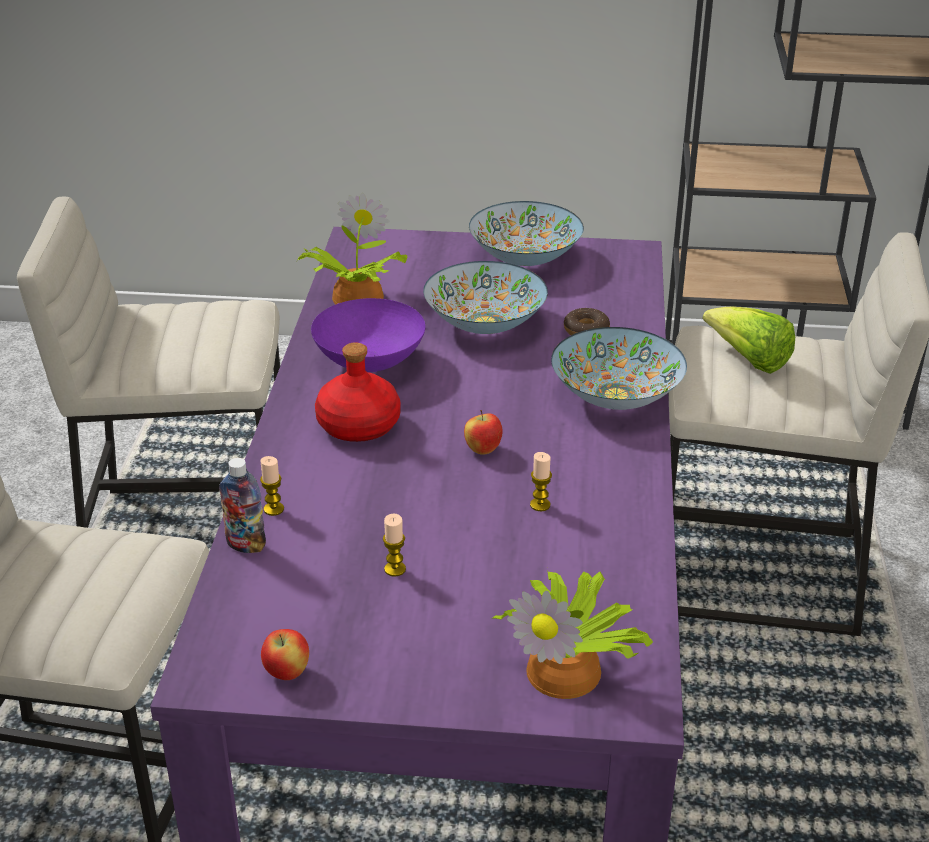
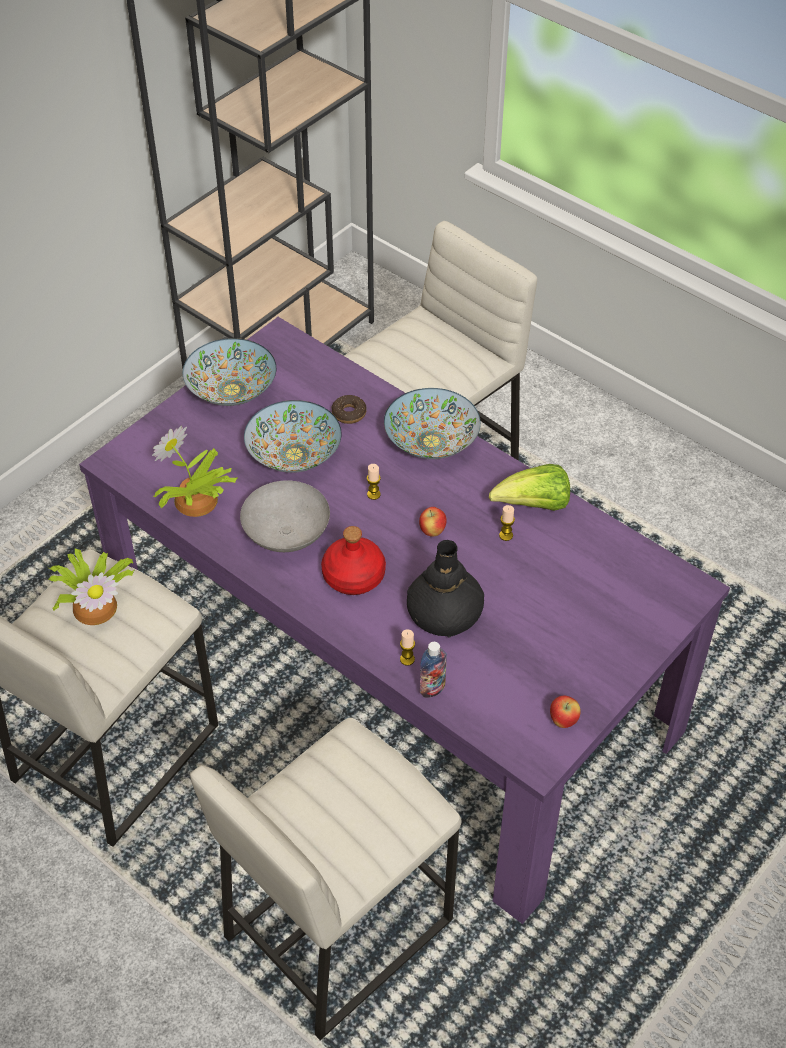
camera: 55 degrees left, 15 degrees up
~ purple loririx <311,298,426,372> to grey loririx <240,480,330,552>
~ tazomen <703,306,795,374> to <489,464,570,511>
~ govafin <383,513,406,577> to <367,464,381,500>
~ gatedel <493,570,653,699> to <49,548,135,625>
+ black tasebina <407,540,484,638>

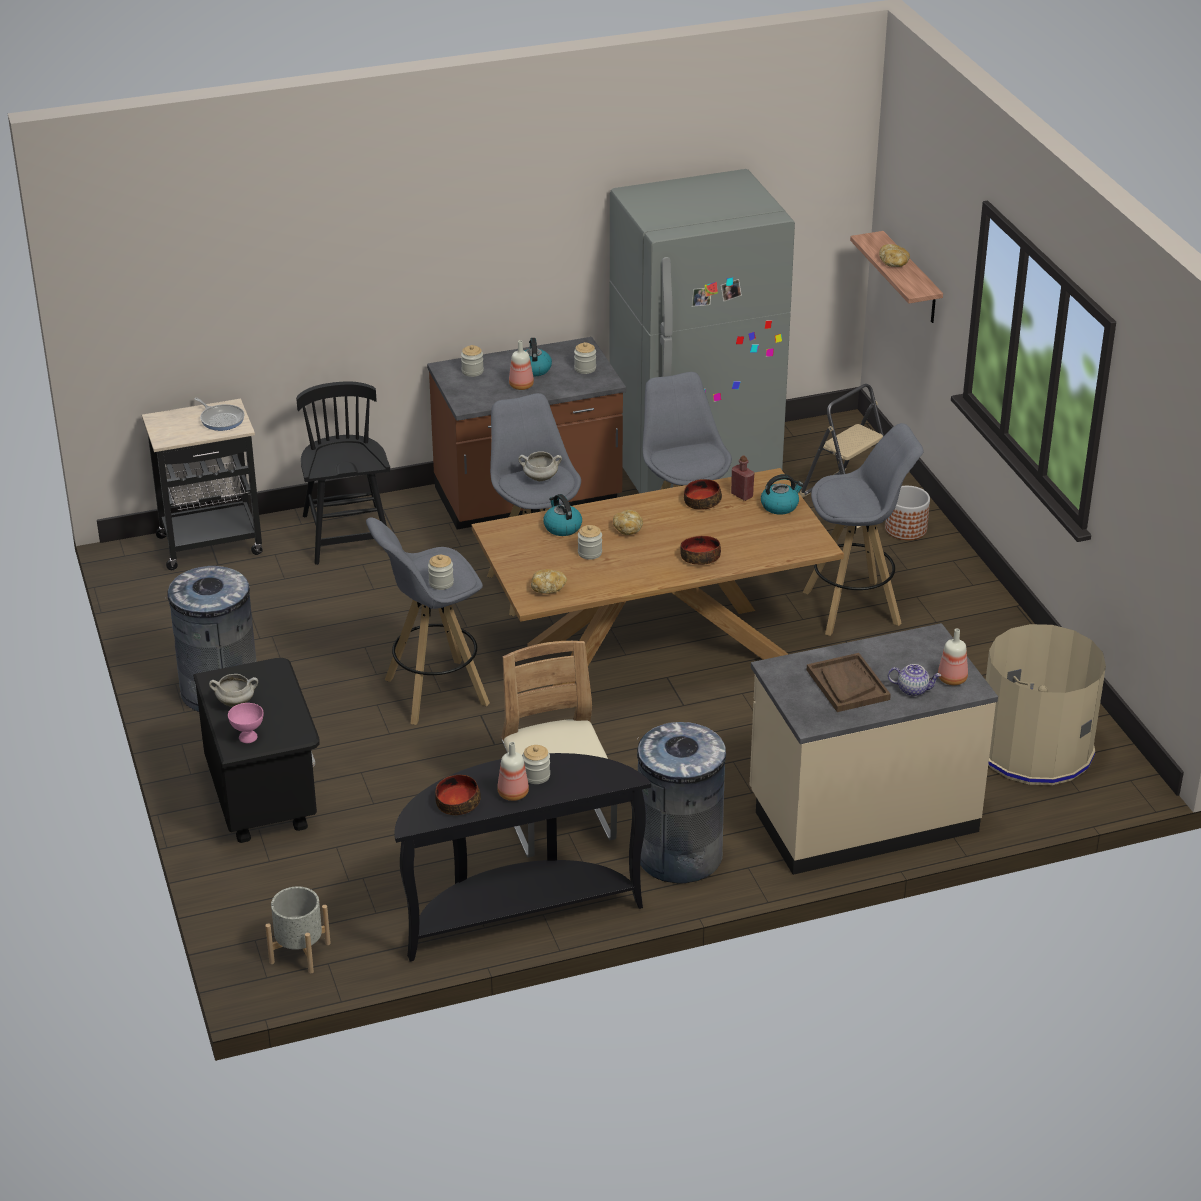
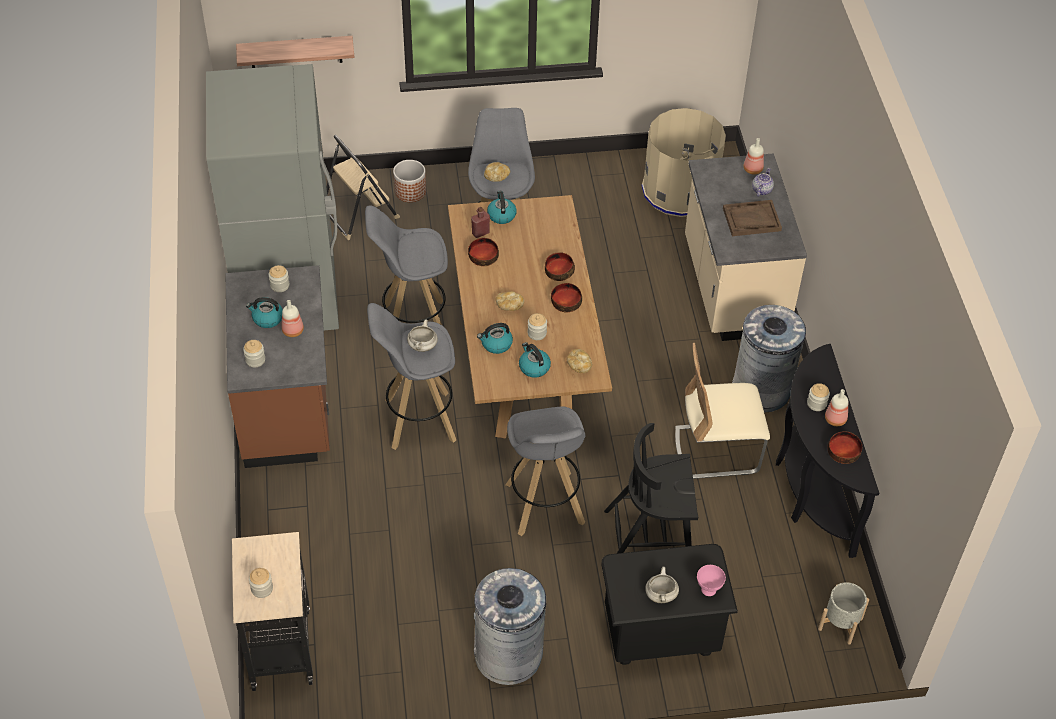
camera: 80 degrees left, 15 degrees up
~ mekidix <879,244,910,267> to <484,162,510,182>
~ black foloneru <296,381,390,565> to <604,423,698,553>
- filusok <195,398,244,431>
~ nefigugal <428,555,454,590> to <249,568,273,598>
+ loririx <551,283,582,312>
+ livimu <519,342,551,378>

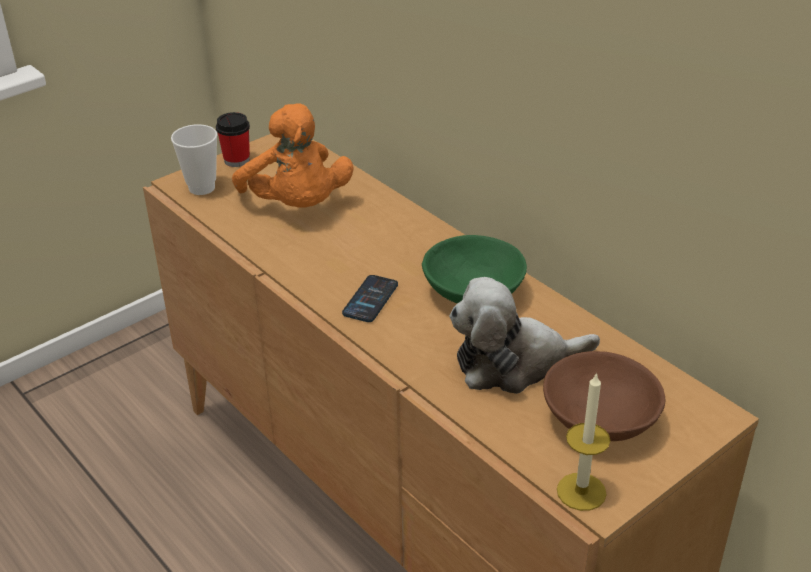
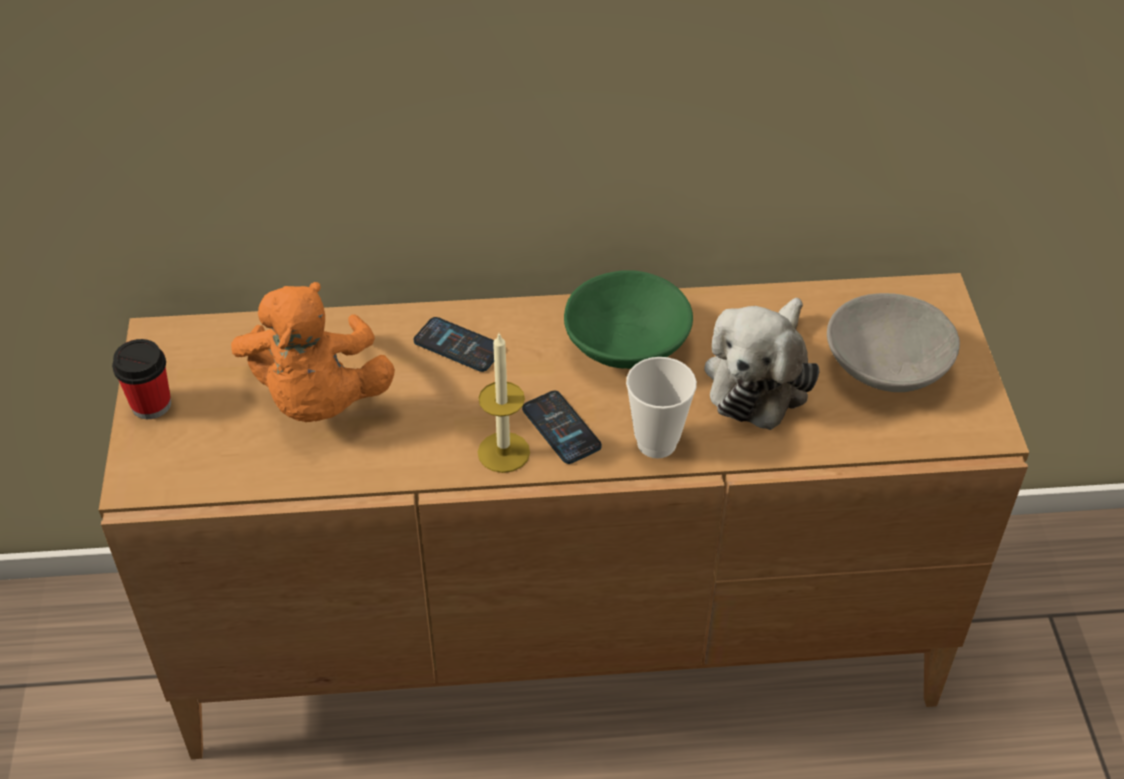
camera: 55 degrees left, 10 degrees up
~ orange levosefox <232,103,354,208> = <231,282,395,422> 75 degrees clockwise
~ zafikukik <171,124,217,195> to <626,357,697,458>
~ brown loririx <543,351,665,441> to grey loririx <827,293,960,392>
~ govafin <557,372,610,511> to <478,334,530,473>
+ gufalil <414,317,494,372>

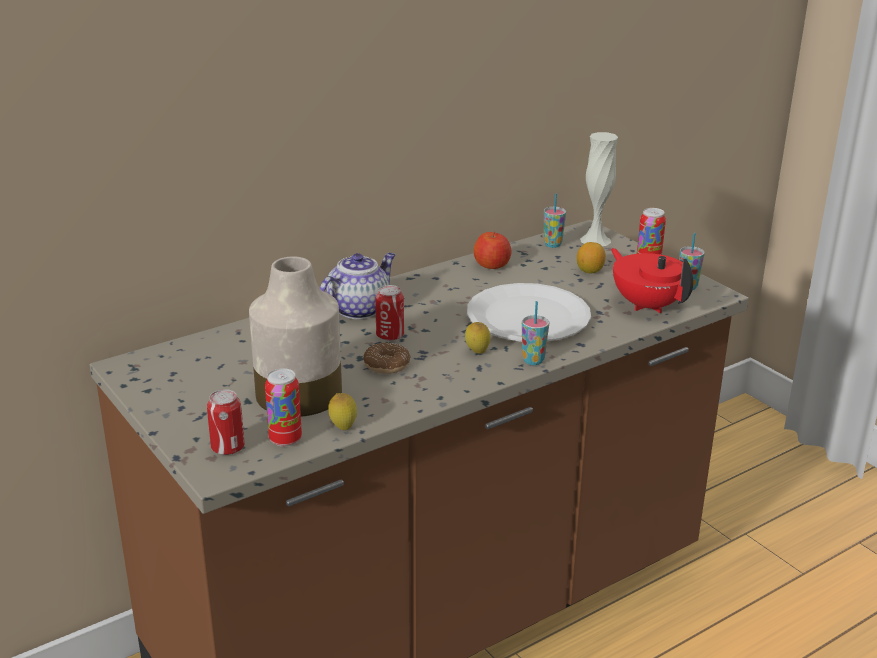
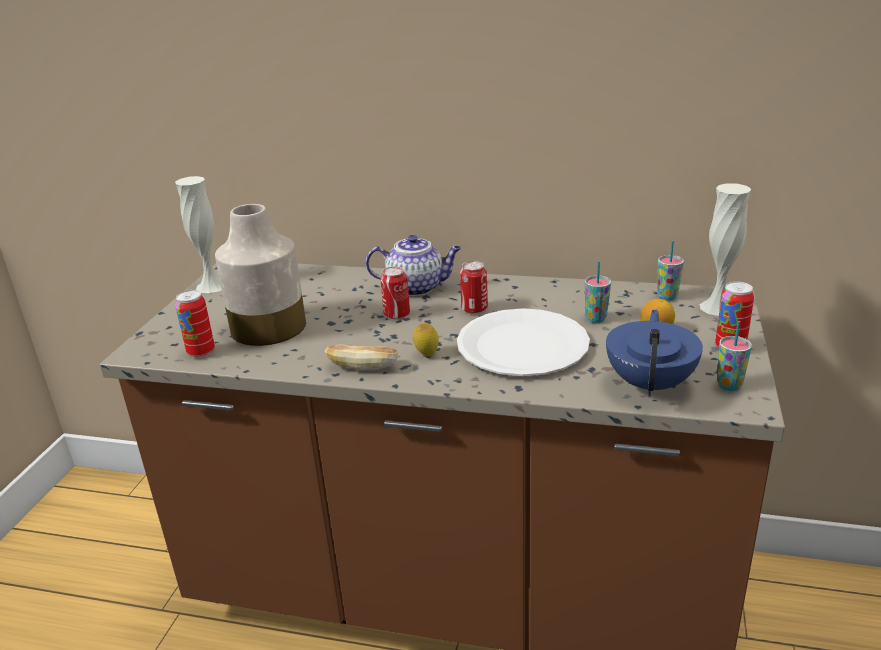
camera: 50 degrees right, 0 degrees up
- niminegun <473,231,512,269>
~ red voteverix <611,248,693,313> to blue voteverix <606,309,703,397>
~ zafikukik <522,301,549,365> to <585,261,611,323>
- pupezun <363,343,410,374>
~ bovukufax <207,389,245,455> to <460,261,488,314>
- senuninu <328,393,357,430>
+ white tasebina <175,176,222,293>
+ mekidix <325,344,398,370>

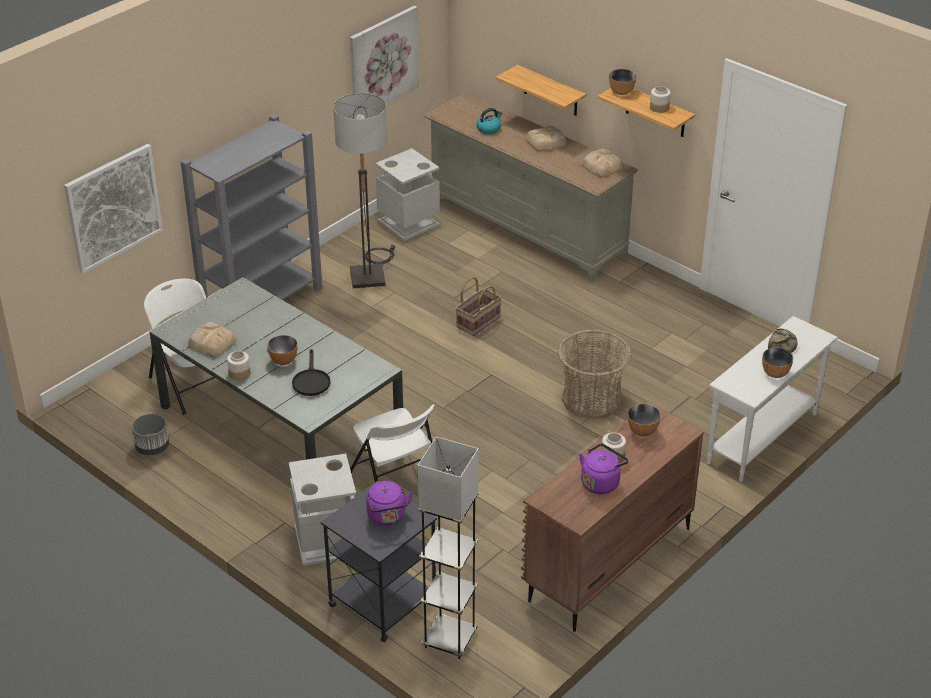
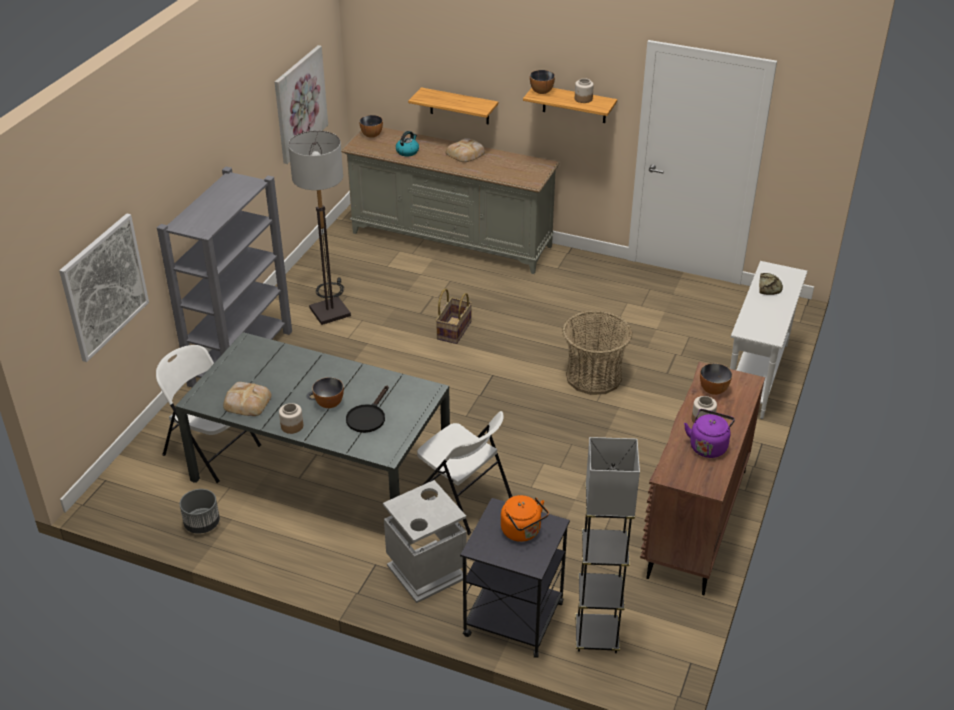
camera: 20 degrees left, 0 degrees up
- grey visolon <375,148,440,241>
- mekidix <582,149,624,177>
~ loririx <762,348,793,378> to <359,115,383,138>
~ black filusok <292,349,331,396> = <346,385,389,433> 45 degrees clockwise
~ purple livimu <366,481,413,525> to orange livimu <501,495,549,542>

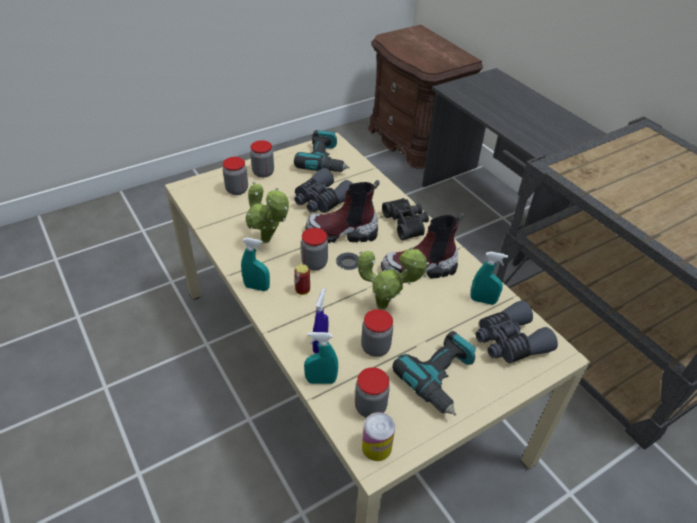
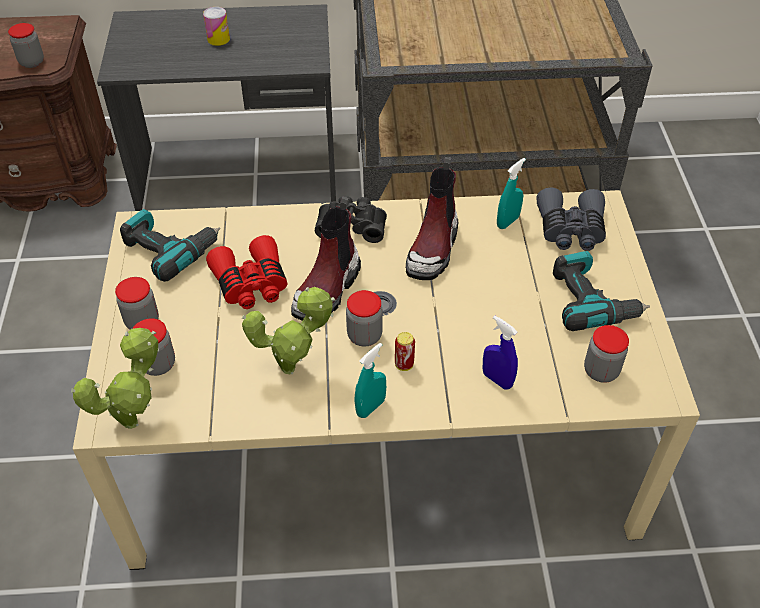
camera: 60 degrees left, 5 degrees up
~ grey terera <294,168,353,213> to red terera <206,235,288,309>
~ gatedel <358,247,430,310> to <71,328,159,429>
~ nefigugal <361,309,393,357> to <8,23,44,68>
- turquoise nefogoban <304,332,338,384>
~ bovukufax <362,412,395,461> to <203,7,230,46>

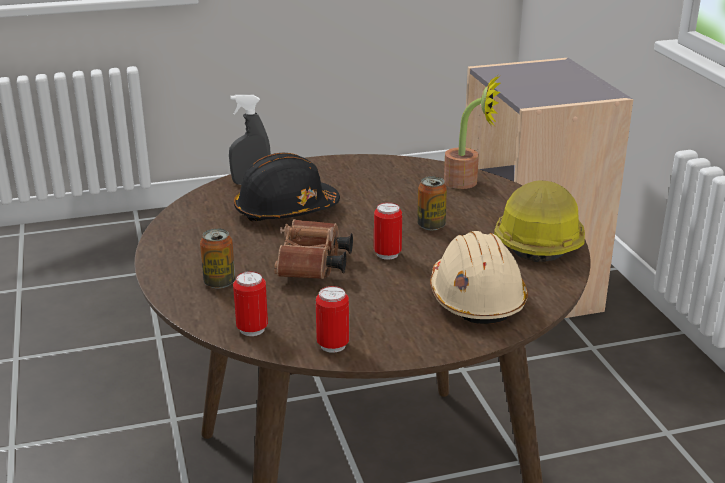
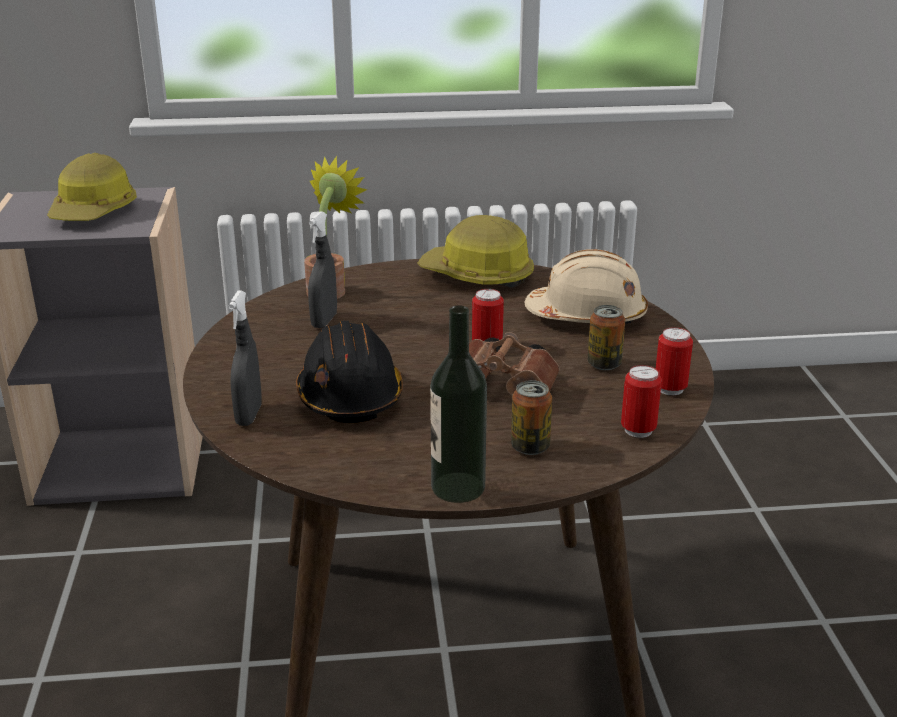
camera: 80 degrees left, 0 degrees up
~ bovukufax <417,176,447,230> to <588,305,625,370>
+ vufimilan <47,153,137,221>
+ grey nefogoban <308,211,337,328>
+ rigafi <430,305,487,503>

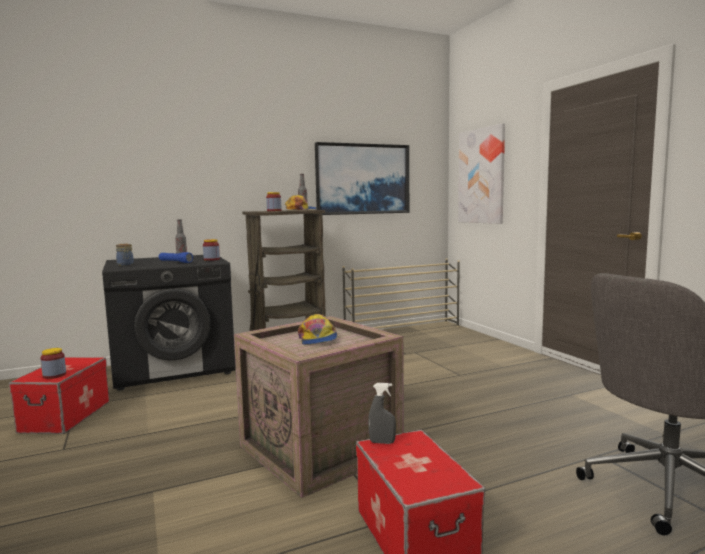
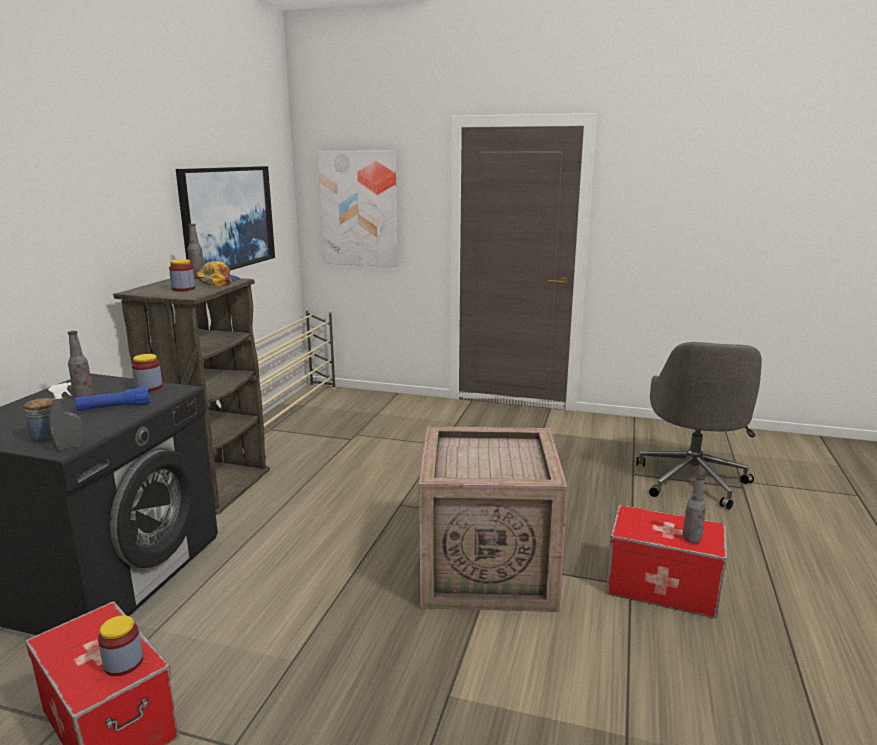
camera: 50 degrees left, 10 degrees up
- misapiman <298,314,337,345>
~ grey nefogoban <368,383,396,444> to <48,382,85,451>
+ rigafi <682,475,706,543>

